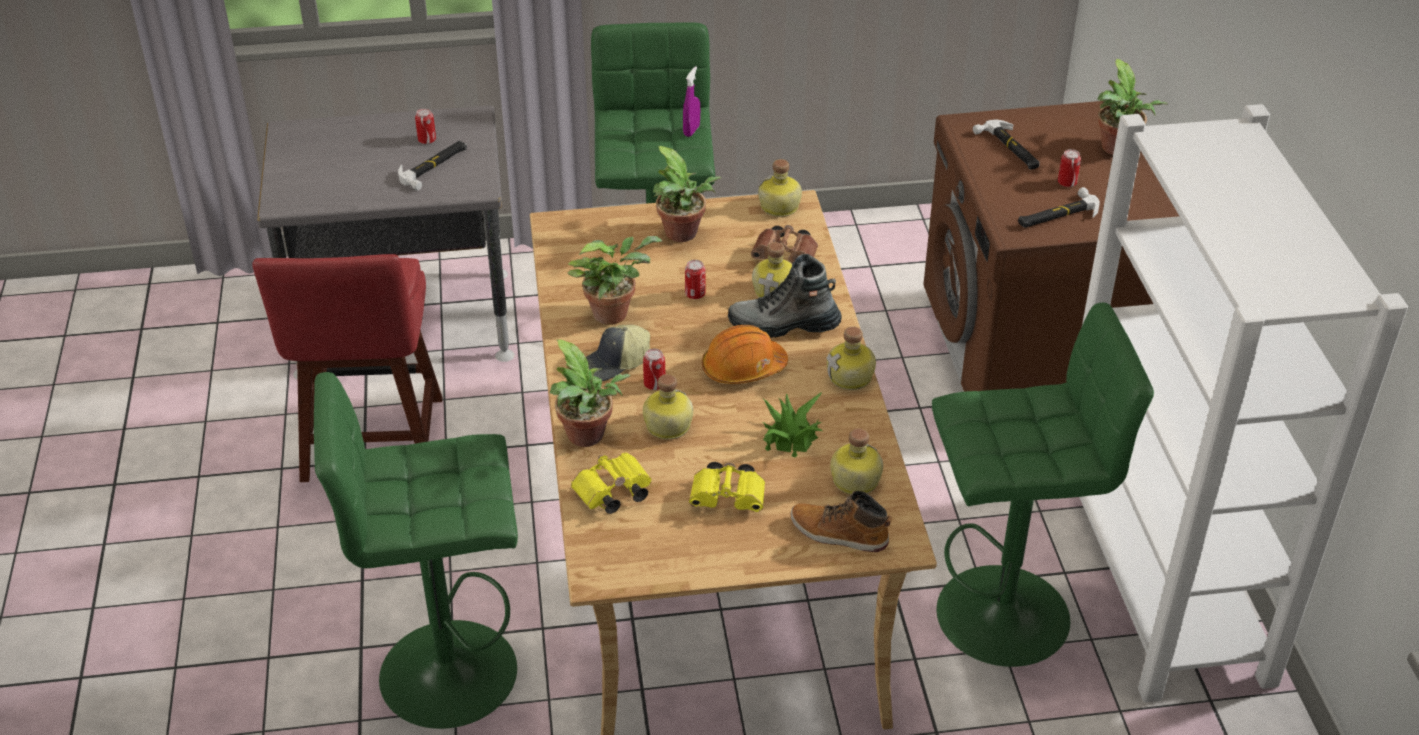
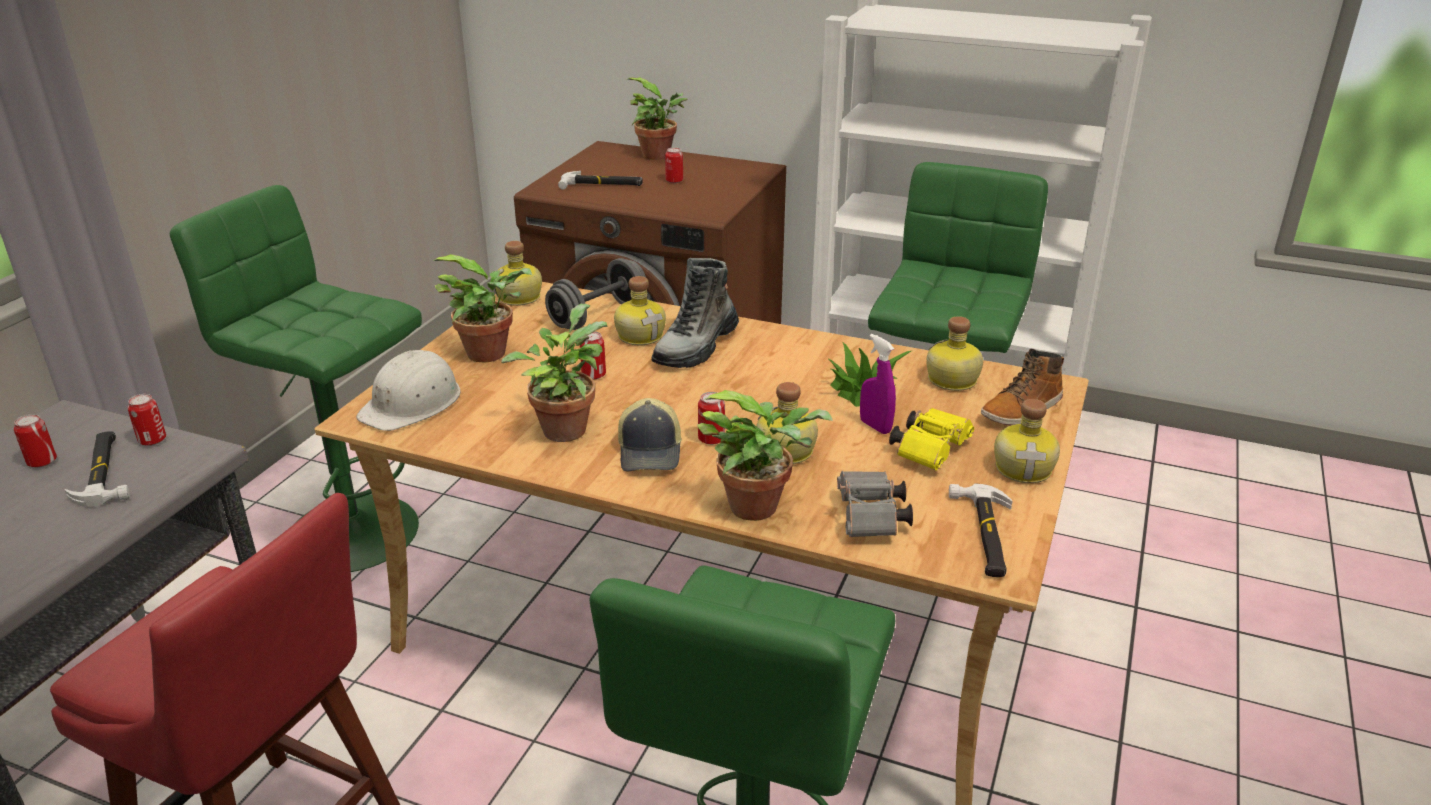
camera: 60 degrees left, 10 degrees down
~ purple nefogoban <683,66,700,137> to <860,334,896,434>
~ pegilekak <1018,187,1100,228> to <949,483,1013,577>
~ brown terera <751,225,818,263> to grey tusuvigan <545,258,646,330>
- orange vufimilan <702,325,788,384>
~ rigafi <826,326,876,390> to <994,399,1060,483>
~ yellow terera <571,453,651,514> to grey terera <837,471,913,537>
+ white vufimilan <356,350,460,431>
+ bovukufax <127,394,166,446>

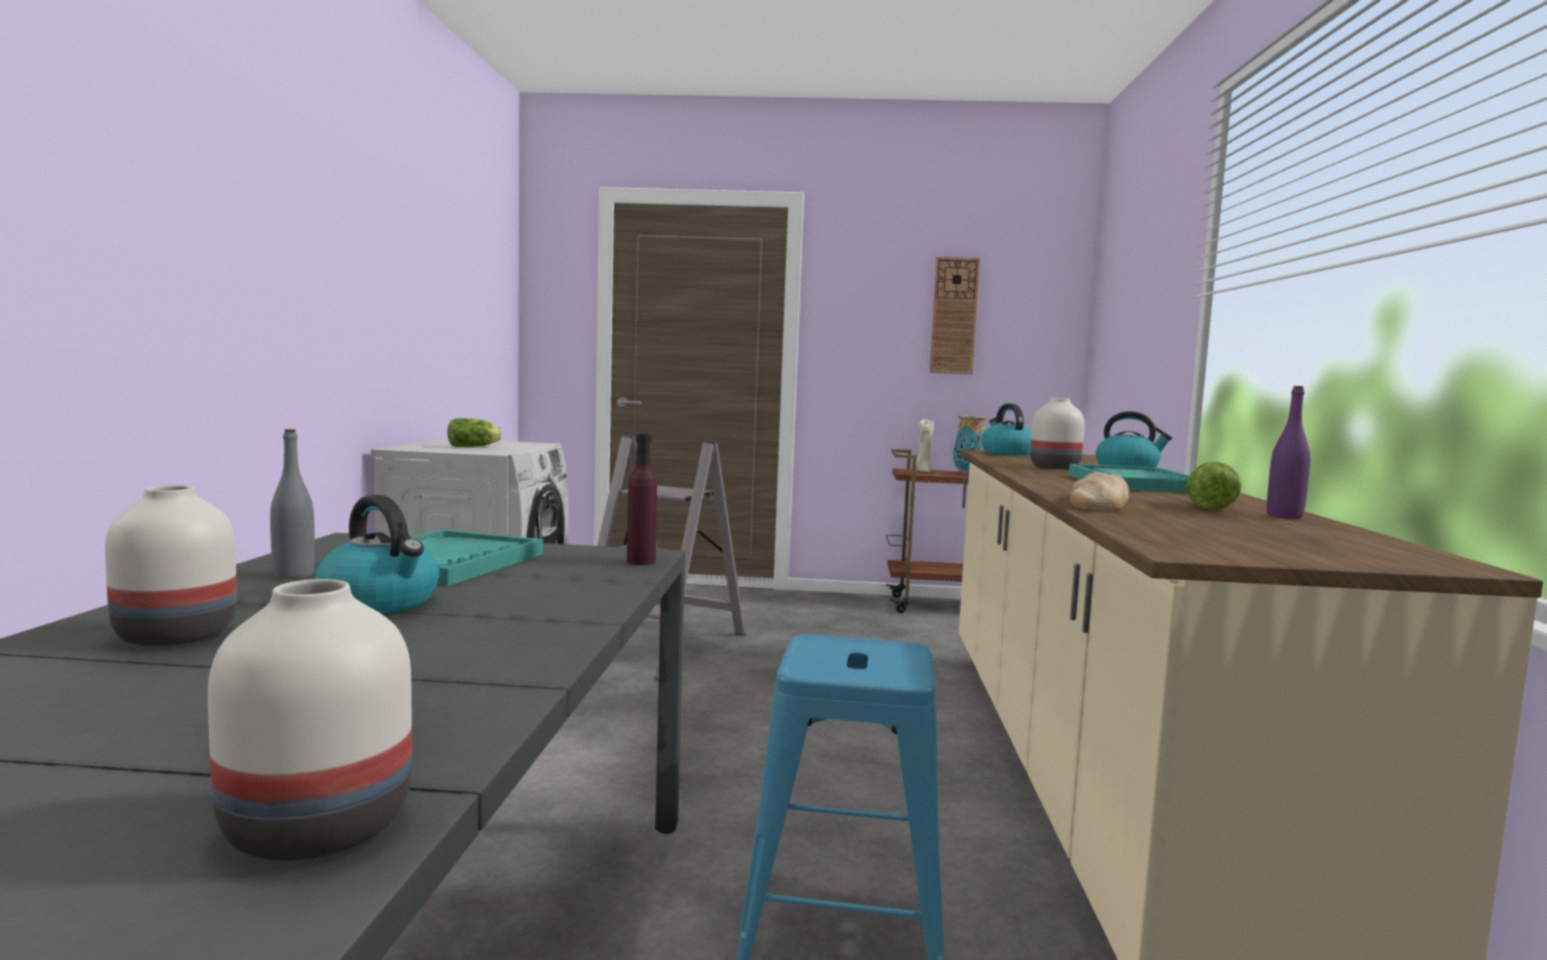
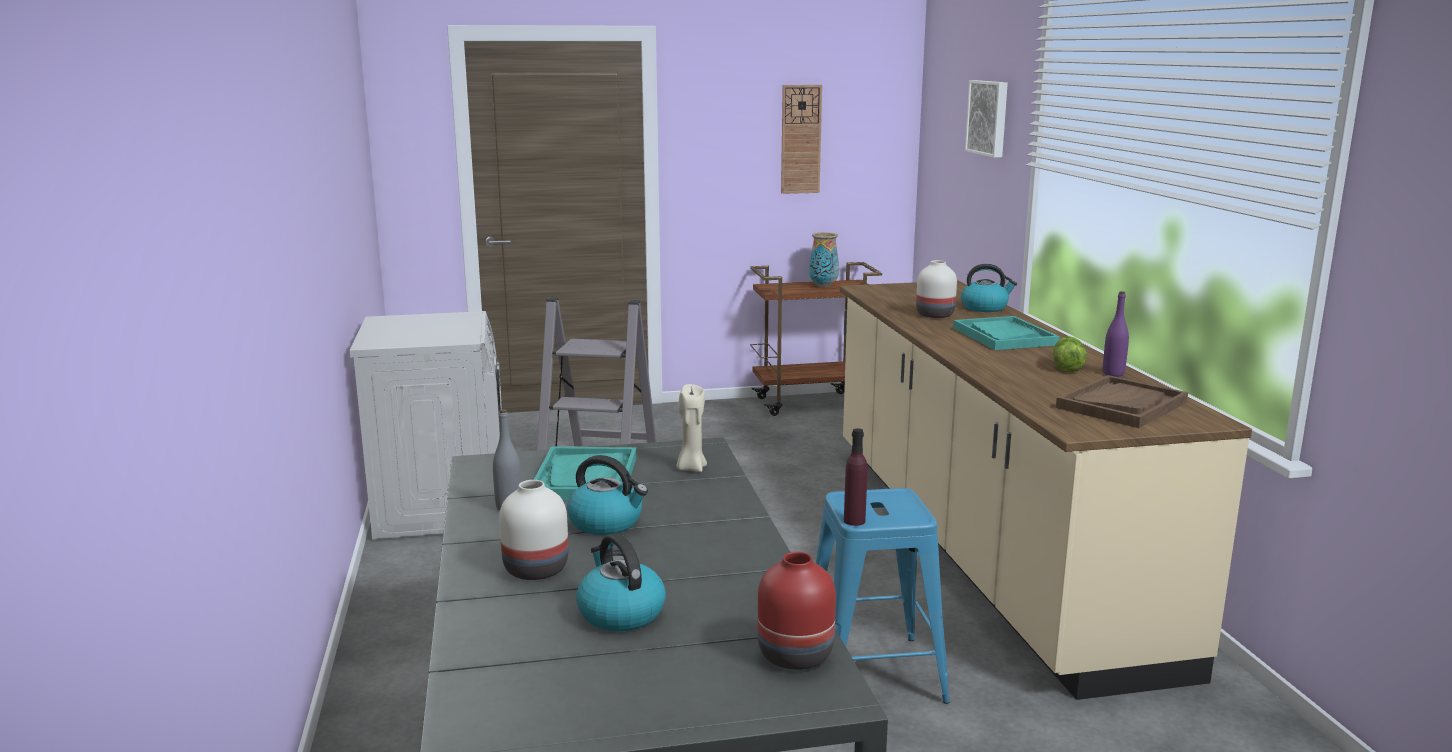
camera: 15 degrees left, 10 degrees up
~ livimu <981,403,1032,456> to <576,533,666,632>
- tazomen <447,418,502,447>
~ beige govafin <916,419,934,472> to <677,384,707,472>
~ purple rigafi <627,433,657,565> to <844,428,867,526>
- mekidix <1070,472,1129,511>
~ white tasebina <208,579,412,861> to red tasebina <758,552,836,670>
+ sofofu <965,80,1008,158>
+ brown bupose <1056,375,1188,428>

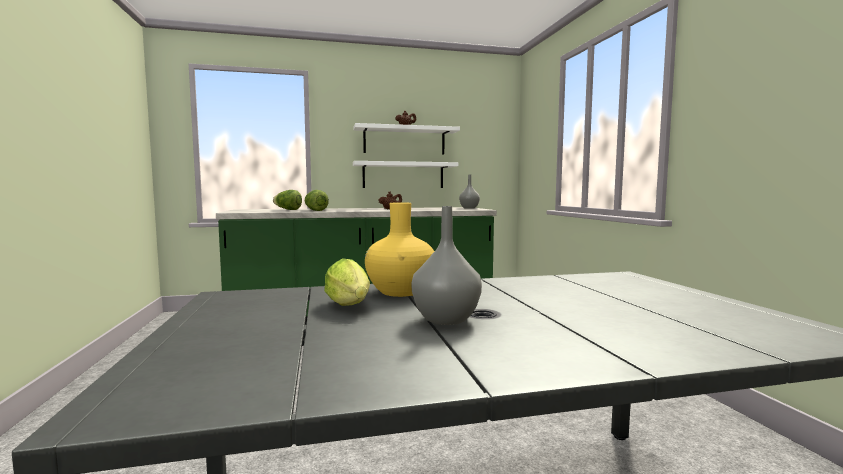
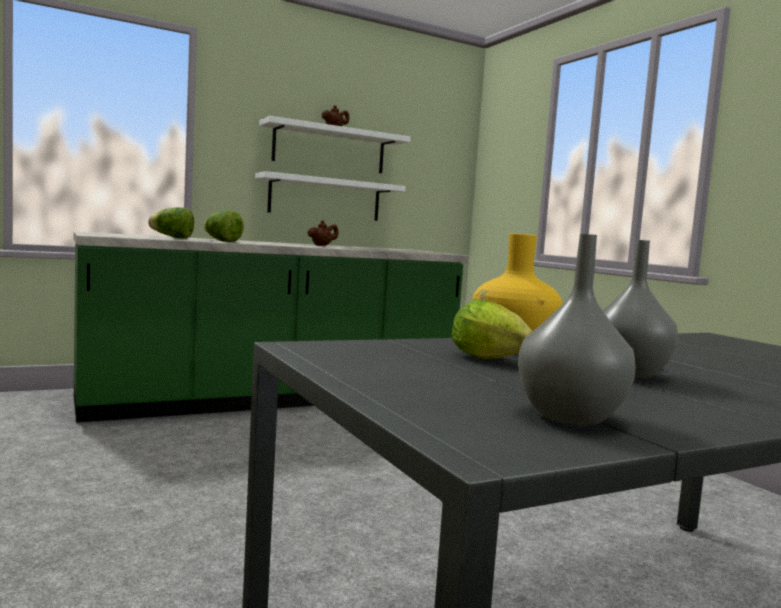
camera: 15 degrees left, 0 degrees up
~ grey tasebina <459,175,480,209> to <518,234,636,425>

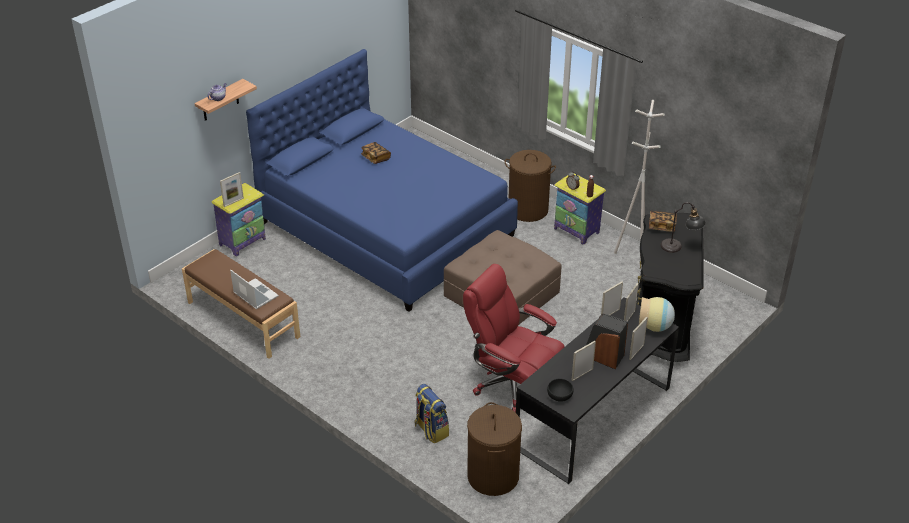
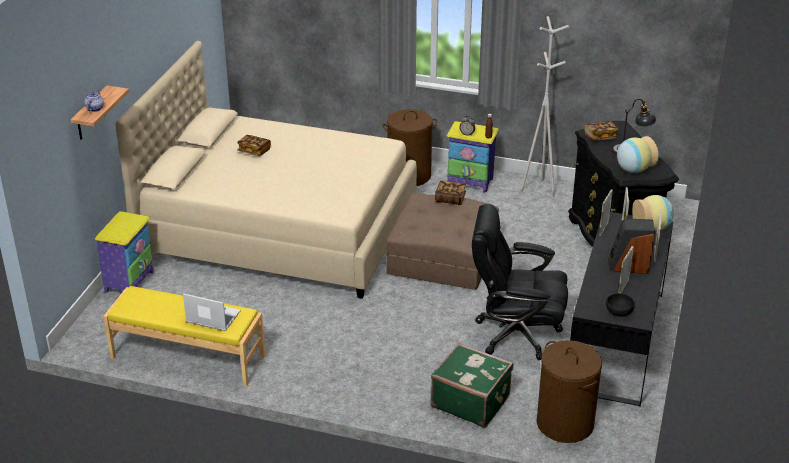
camera: 25 degrees left, 5 degrees down
~ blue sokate <246,49,518,312> to beige sokate <115,41,417,299>
- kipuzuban <220,172,244,207>
~ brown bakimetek <182,249,300,359> to yellow bakimetek <103,286,265,387>
~ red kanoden <463,264,565,413> to black kanoden <472,204,568,360>
~ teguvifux <414,384,449,444> to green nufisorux <431,343,513,428>
+ tasebina <617,136,659,173>
+ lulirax <435,181,466,205>

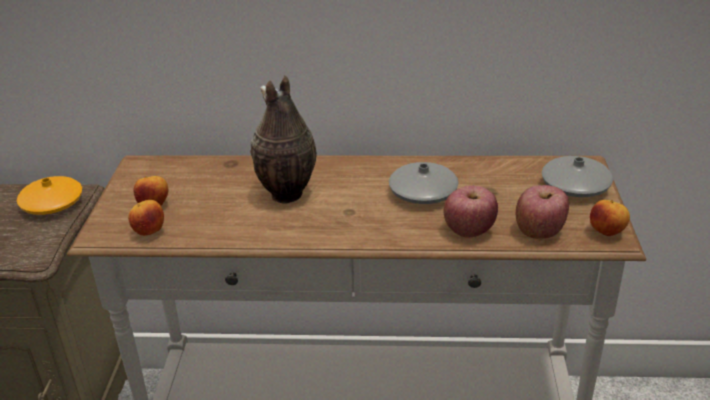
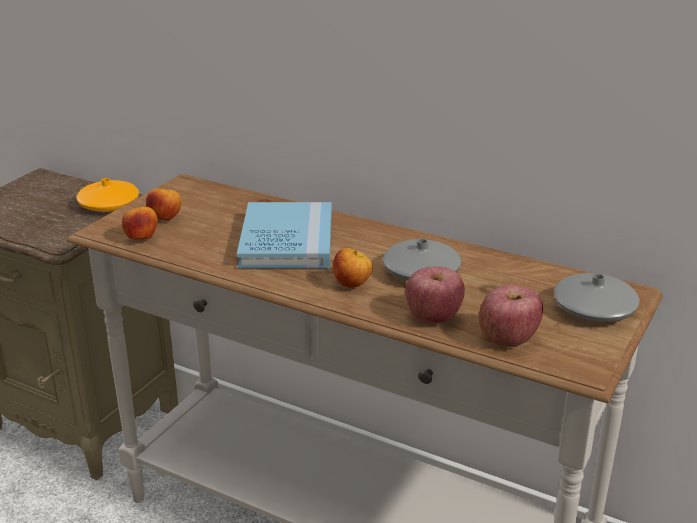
camera: 25 degrees right, 5 degrees down
~ tasebina <250,75,317,204> to blue lulirax <237,202,332,268>
~ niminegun <590,200,630,236> to <333,248,373,288>

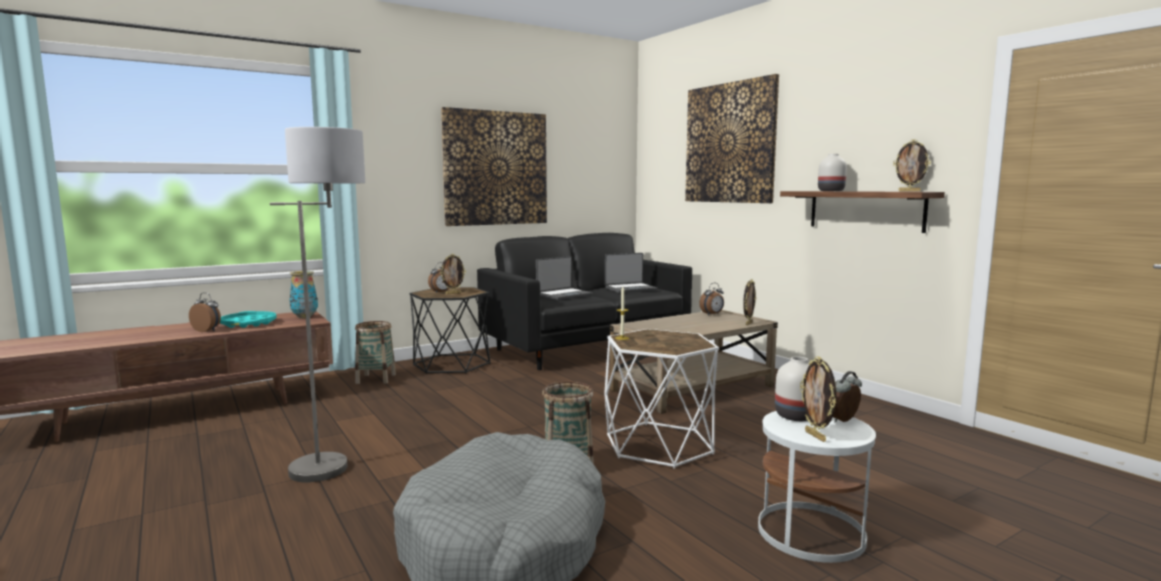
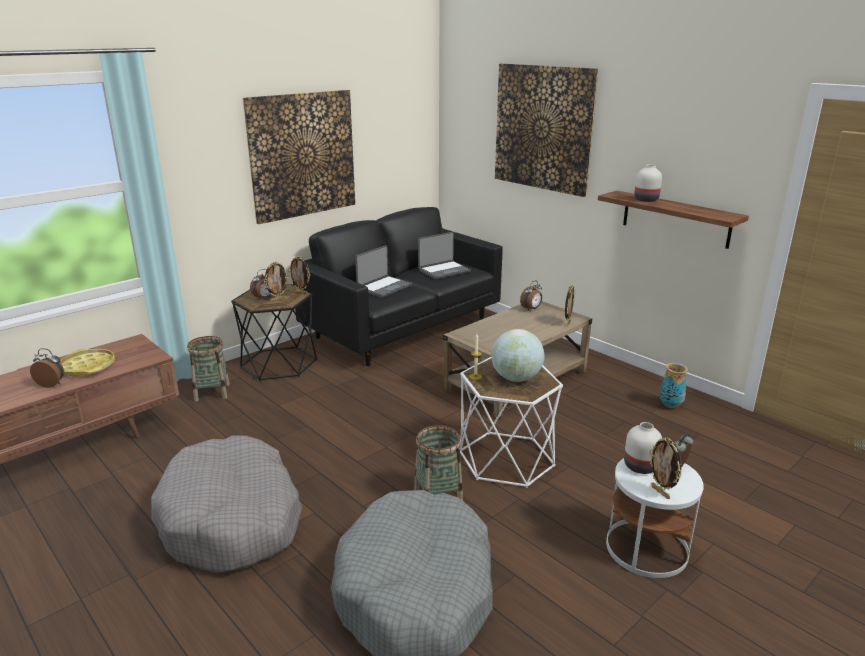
camera: 10 degrees left, 15 degrees up
~ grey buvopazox <270,127,365,483> to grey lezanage <151,435,302,573>
~ kipuzuban <893,139,931,191> to <288,256,310,295>
~ tasebina <290,271,318,318> to <659,363,688,408>
~ turquoise bupose <220,311,277,328> to yellow bupose <60,349,115,377>
+ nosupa <491,329,544,382>

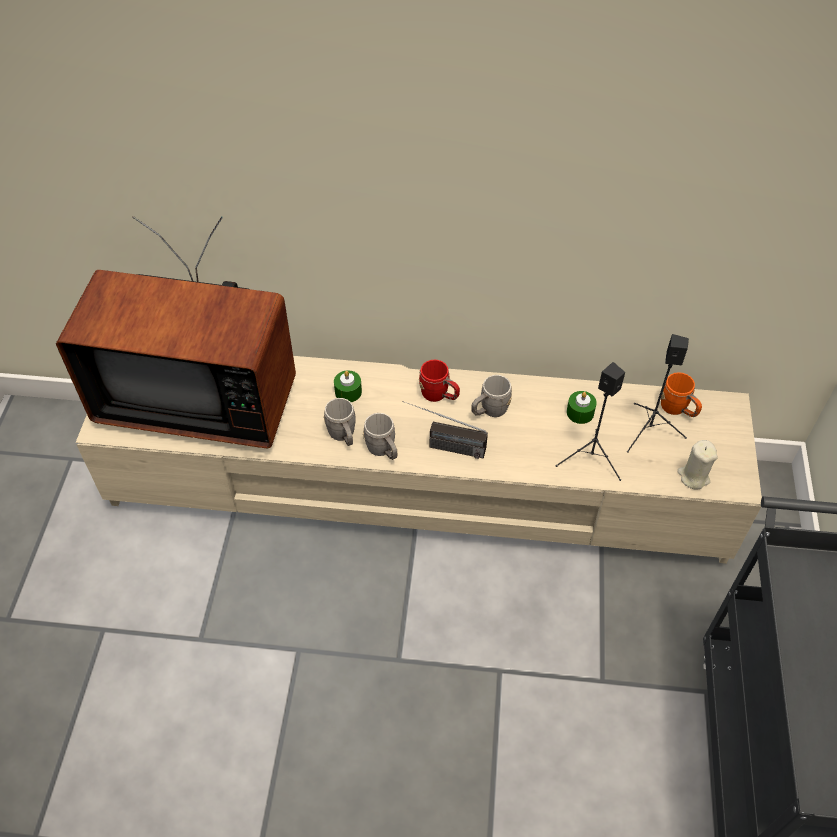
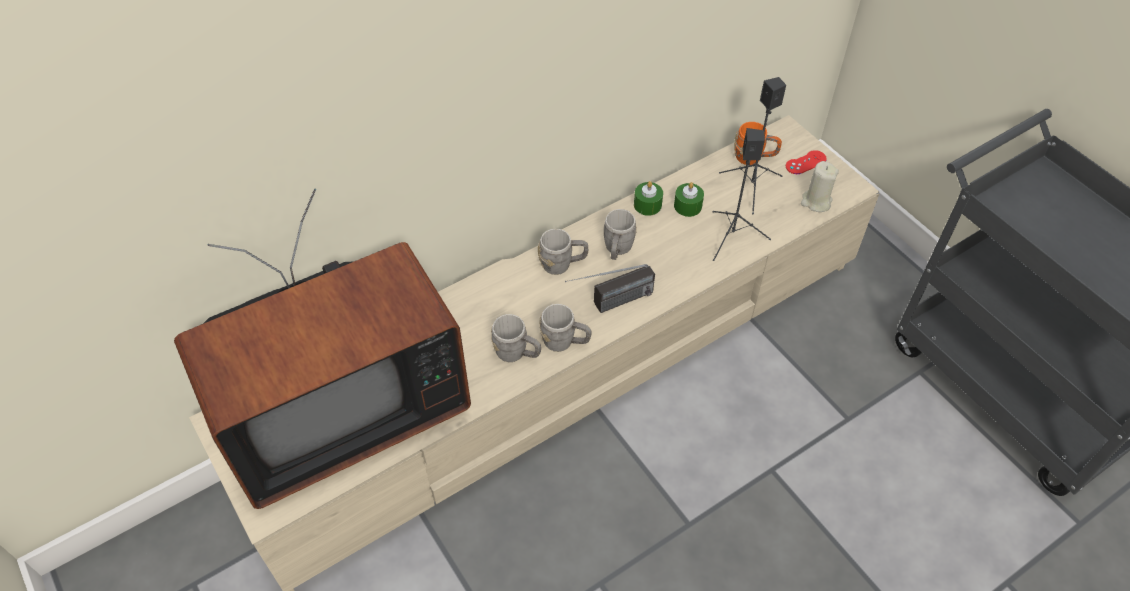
camera: 40 degrees left, 0 degrees up
~ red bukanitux <419,359,460,402> to grey bukanitux <538,229,588,275>
~ green govafin <334,370,362,402> to <634,181,663,216>
+ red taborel <786,150,827,174>

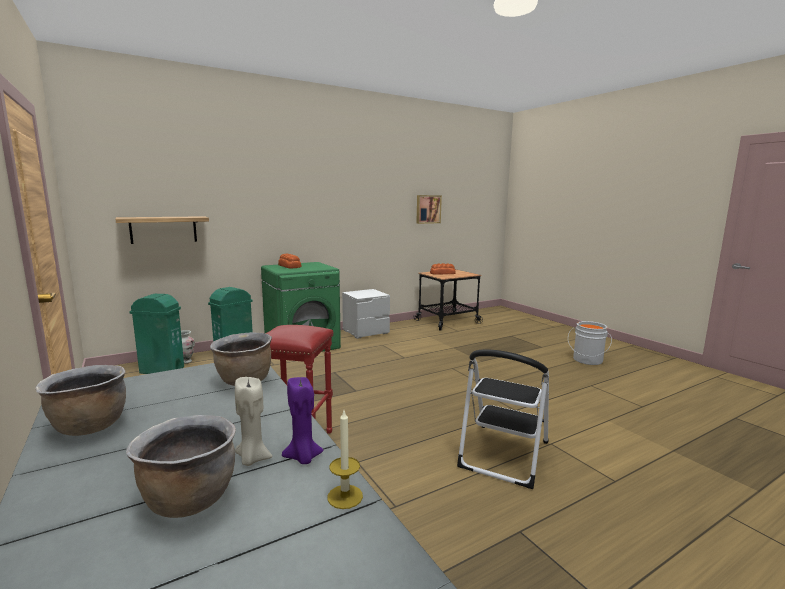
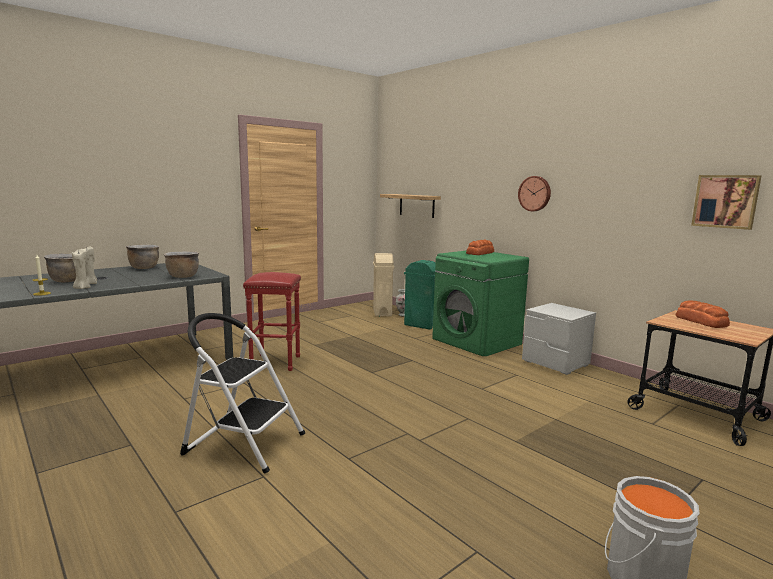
camera: 80 degrees right, 0 degrees up
~ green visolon <129,294,184,374> to beige visolon <373,253,394,316>
~ purple govafin <282,377,324,464> to beige govafin <72,250,91,289>
+ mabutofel <518,176,551,211>

